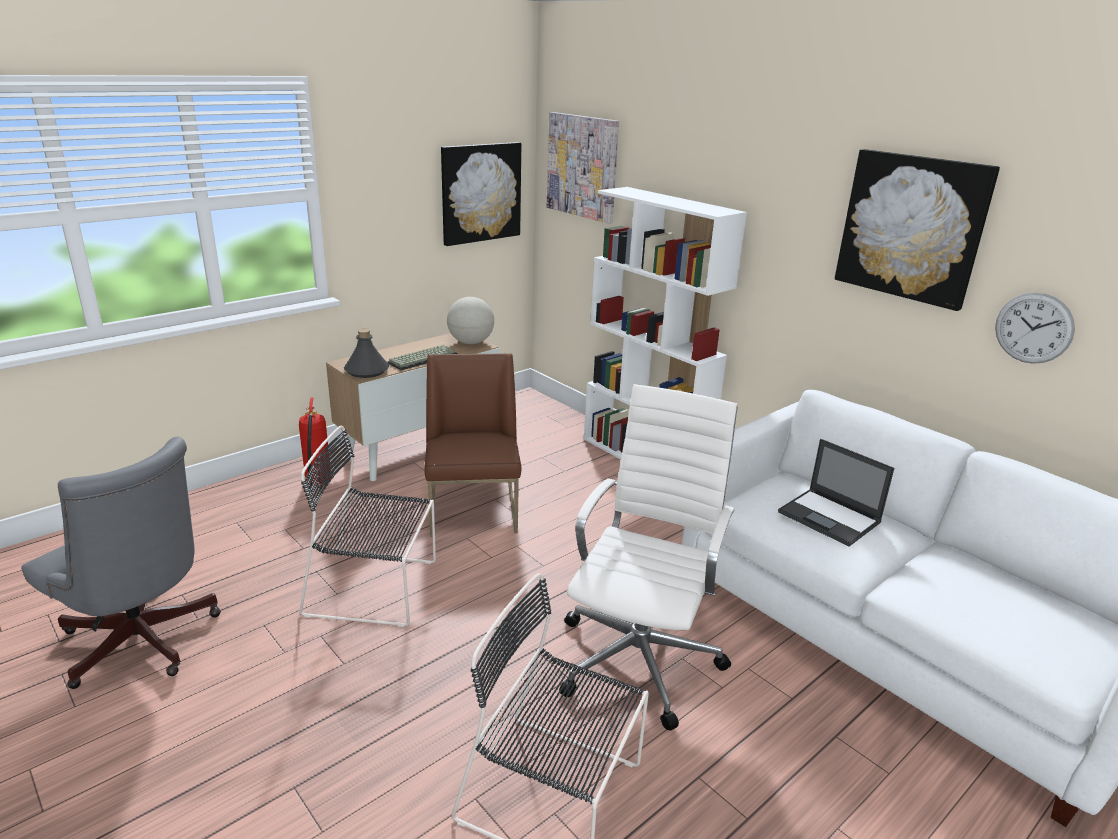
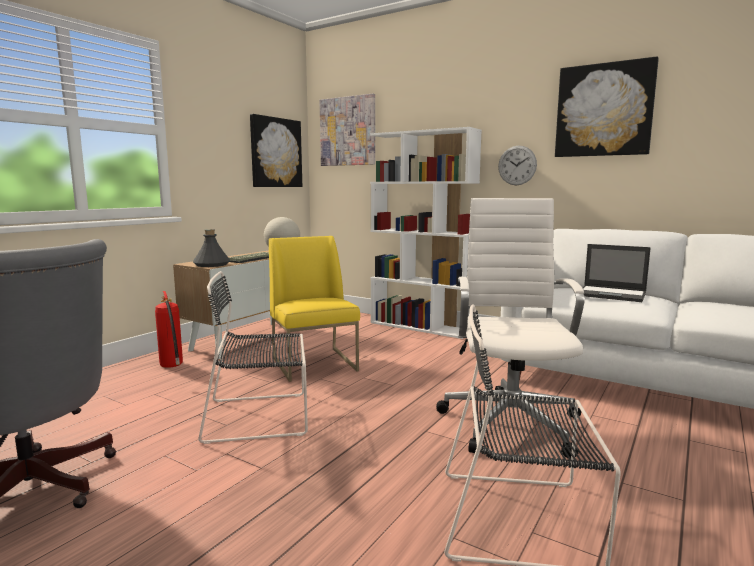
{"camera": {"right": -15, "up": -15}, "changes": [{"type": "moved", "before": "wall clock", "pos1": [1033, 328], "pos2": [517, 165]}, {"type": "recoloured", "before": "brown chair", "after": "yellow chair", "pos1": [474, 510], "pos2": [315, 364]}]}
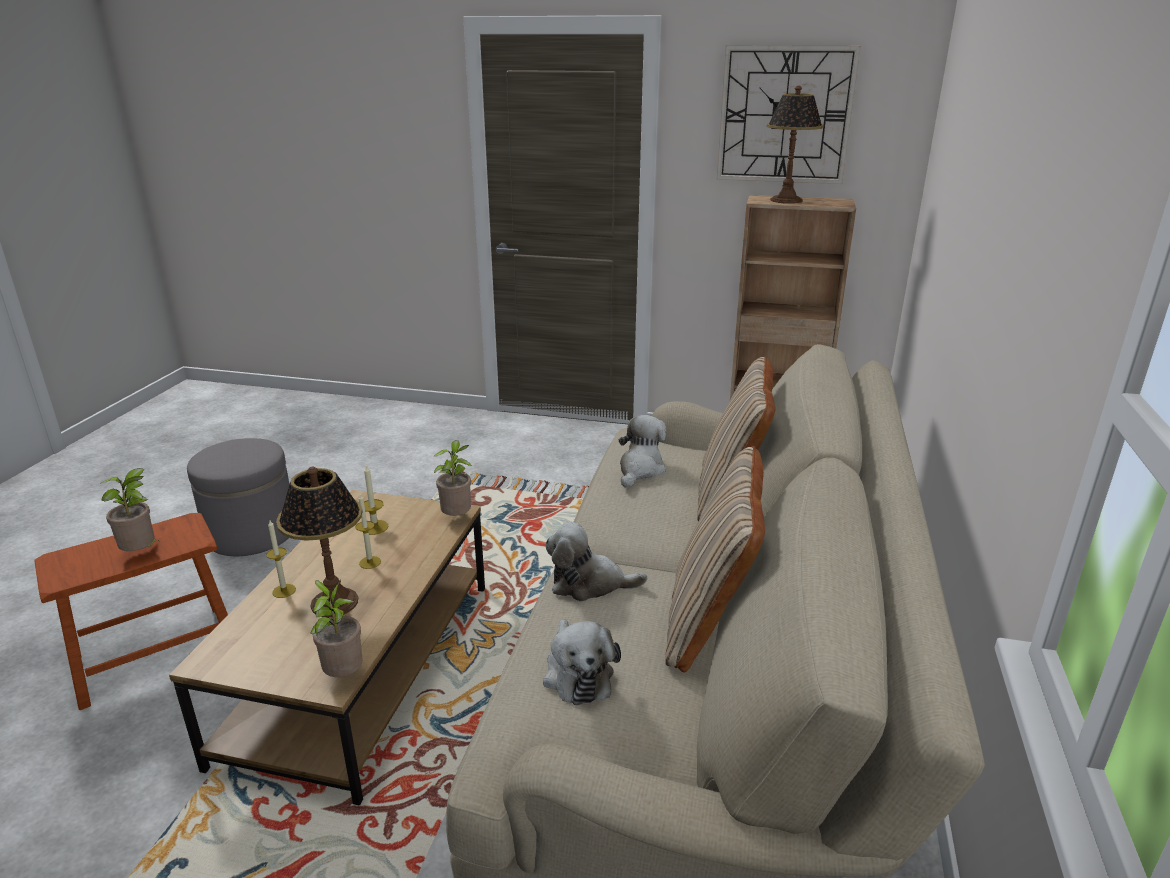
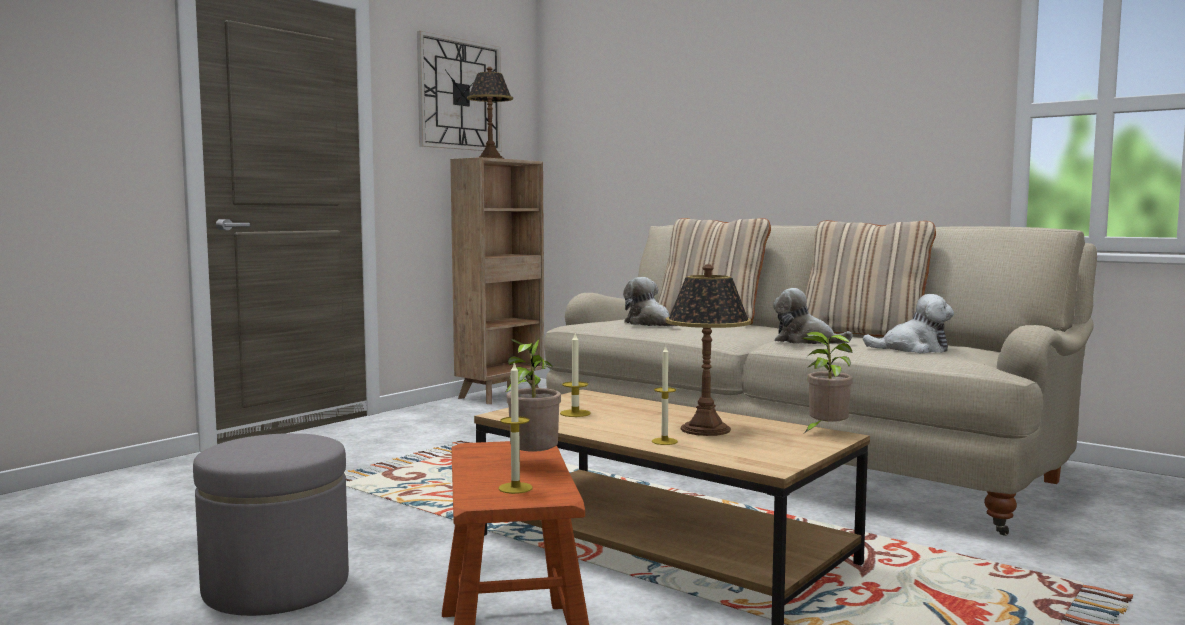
{"camera": {"right": -65, "up": -20}, "changes": [{"type": "removed", "before": "potted plant", "pos1": [457, 517]}, {"type": "moved", "before": "candle", "pos1": [370, 562], "pos2": [515, 488]}, {"type": "turned", "before": "plush toy", "pos1": [589, 584], "pos2": [805, 341], "turn": 90}]}
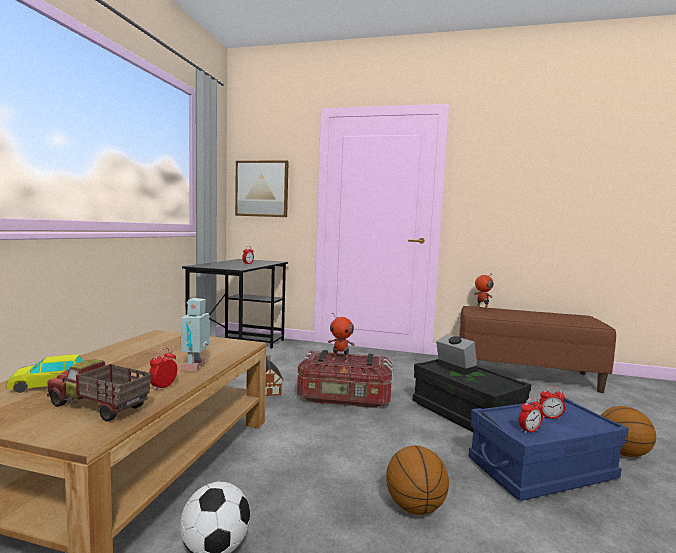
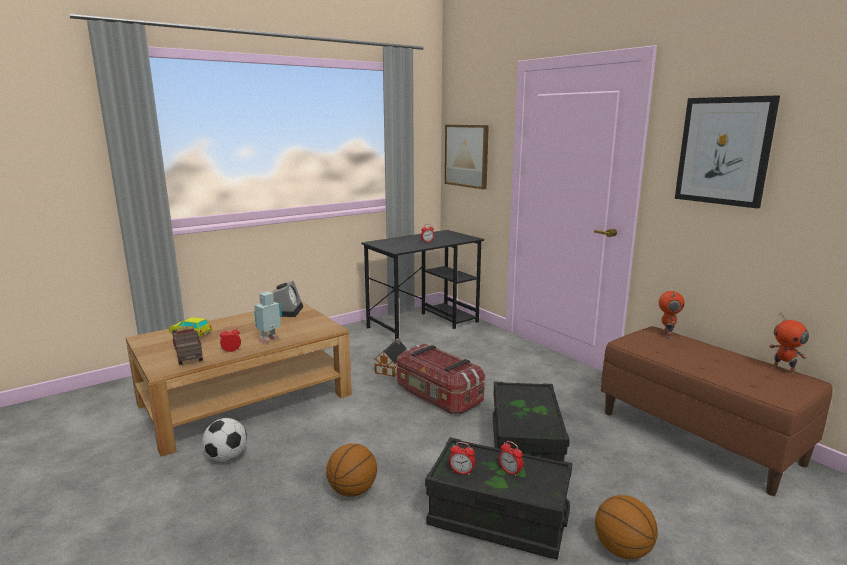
{"camera": {"right": 40, "up": 10}, "changes": [{"type": "moved", "before": "toy robot", "pos1": [340, 360], "pos2": [783, 371]}, {"type": "moved", "before": "alarm clock", "pos1": [454, 368], "pos2": [288, 311]}, {"type": "recoloured", "before": "blue storage box", "after": "black storage box", "pos1": [541, 470], "pos2": [498, 518]}, {"type": "added", "after": "picture", "pos2": [724, 151]}]}
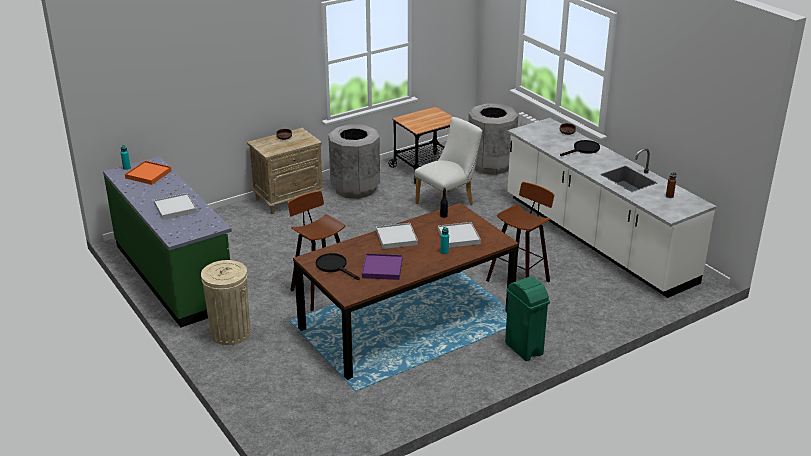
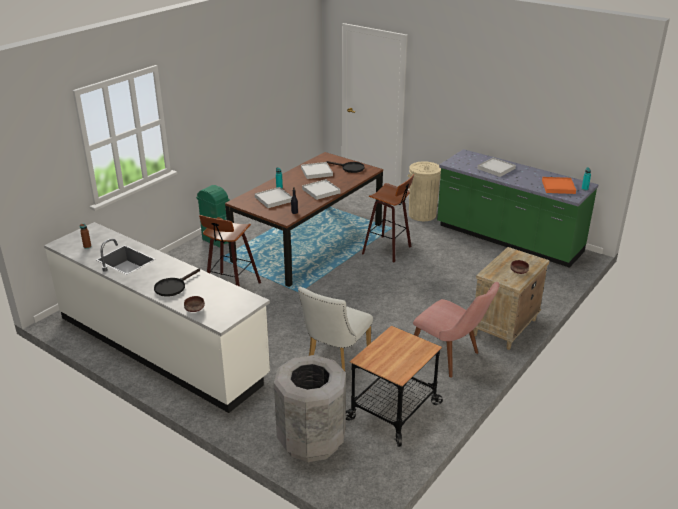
{"camera": {"right": 160, "up": 0}, "changes": [{"type": "replaced", "before": "grey trash can", "after": "pink chair", "pos1": [355, 188], "pos2": [451, 358]}, {"type": "recoloured", "before": "purple tray", "after": "white tray", "pos1": [382, 269], "pos2": [316, 172]}]}
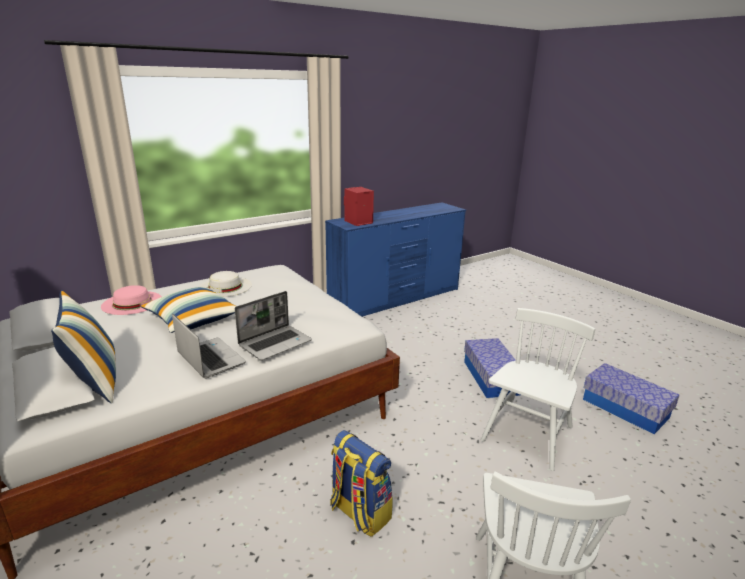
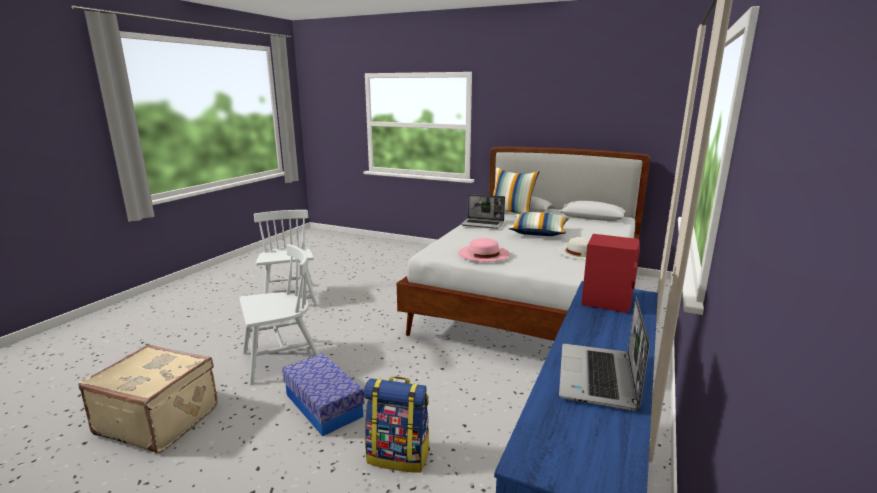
{"camera": {"right": 150, "up": -5}, "changes": [{"type": "moved", "before": "pink hat", "pos1": [132, 302], "pos2": [483, 253]}, {"type": "moved", "before": "laptop", "pos1": [275, 343], "pos2": [598, 378]}, {"type": "turned", "before": "white chair", "pos1": [528, 434], "pos2": [282, 360], "turn": -120}, {"type": "replaced", "before": "storage box", "after": "beige suitcase", "pos1": [625, 408], "pos2": [159, 419]}, {"type": "moved", "before": "backpack", "pos1": [359, 512], "pos2": [399, 456]}]}
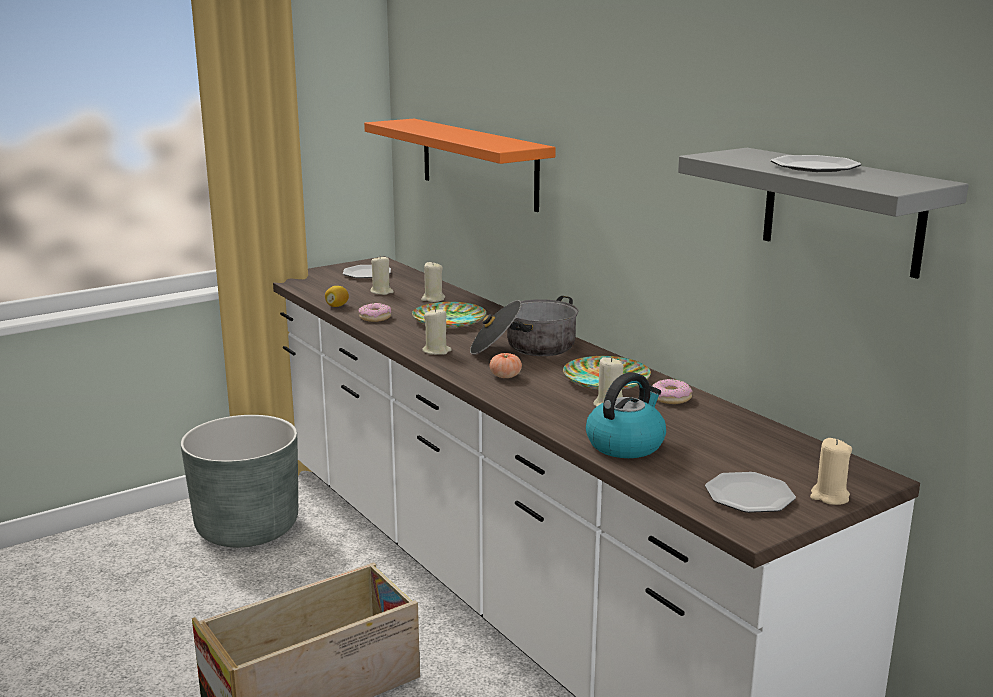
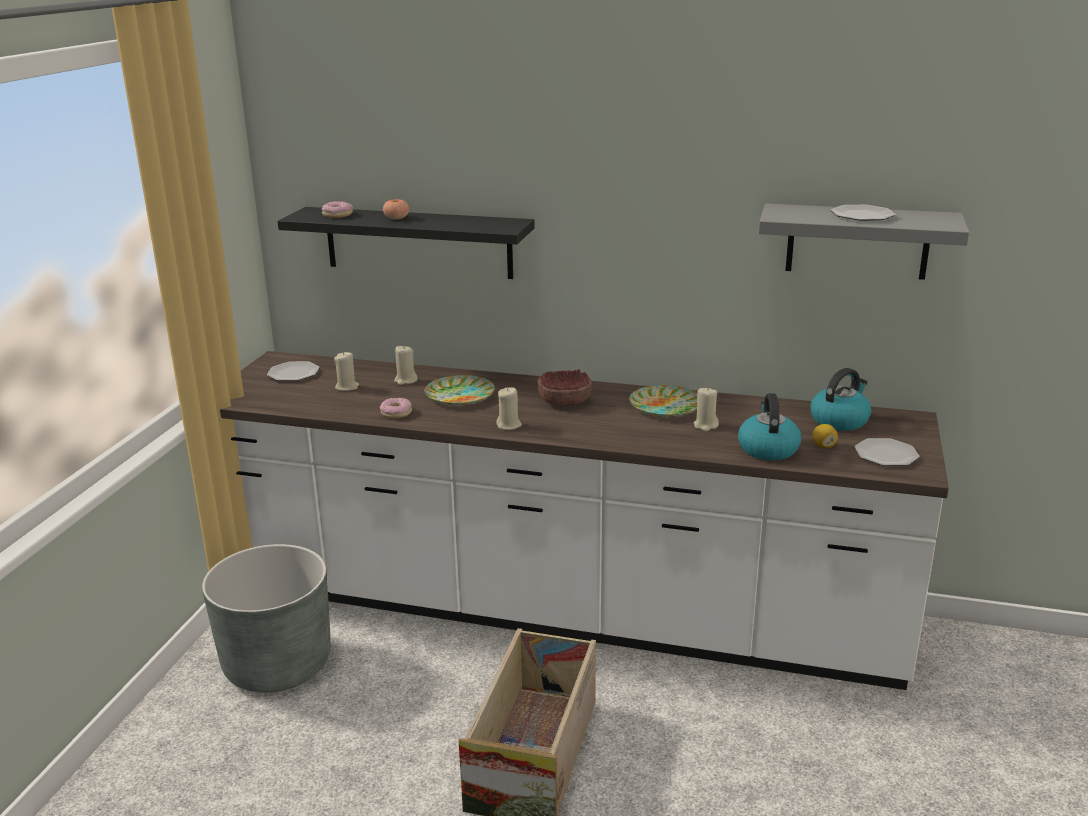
{"camera": {"right": -40, "up": 5}, "changes": [{"type": "recoloured", "before": "orange shelf", "after": "black shelf", "pos1": [478, 163], "pos2": [418, 242]}, {"type": "moved", "before": "lemon", "pos1": [337, 306], "pos2": [823, 446]}, {"type": "replaced", "before": "cooking pot", "after": "bowl", "pos1": [524, 348], "pos2": [565, 401]}, {"type": "moved", "before": "tomato", "pos1": [505, 376], "pos2": [396, 218]}, {"type": "moved", "before": "donut", "pos1": [671, 398], "pos2": [337, 214]}, {"type": "removed", "before": "beige candle", "pos1": [829, 497]}, {"type": "added", "after": "kettle", "pos2": [839, 420]}]}
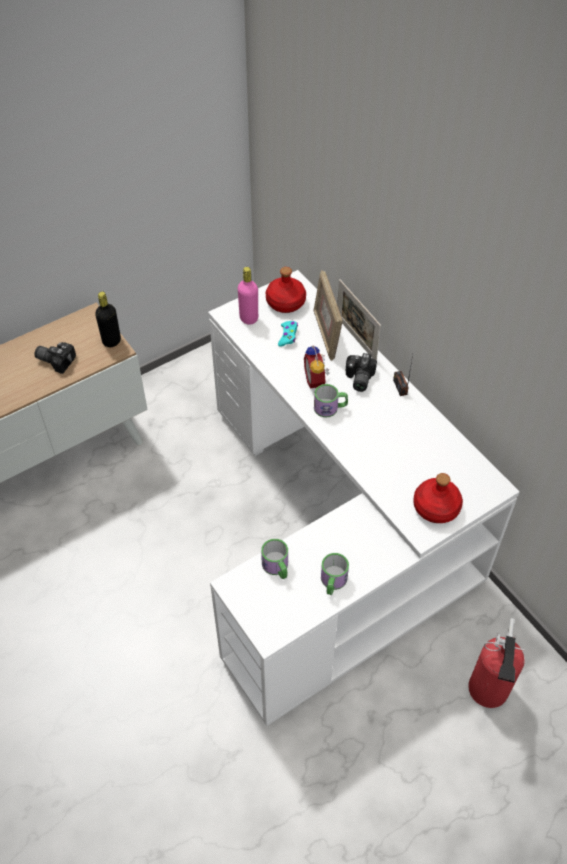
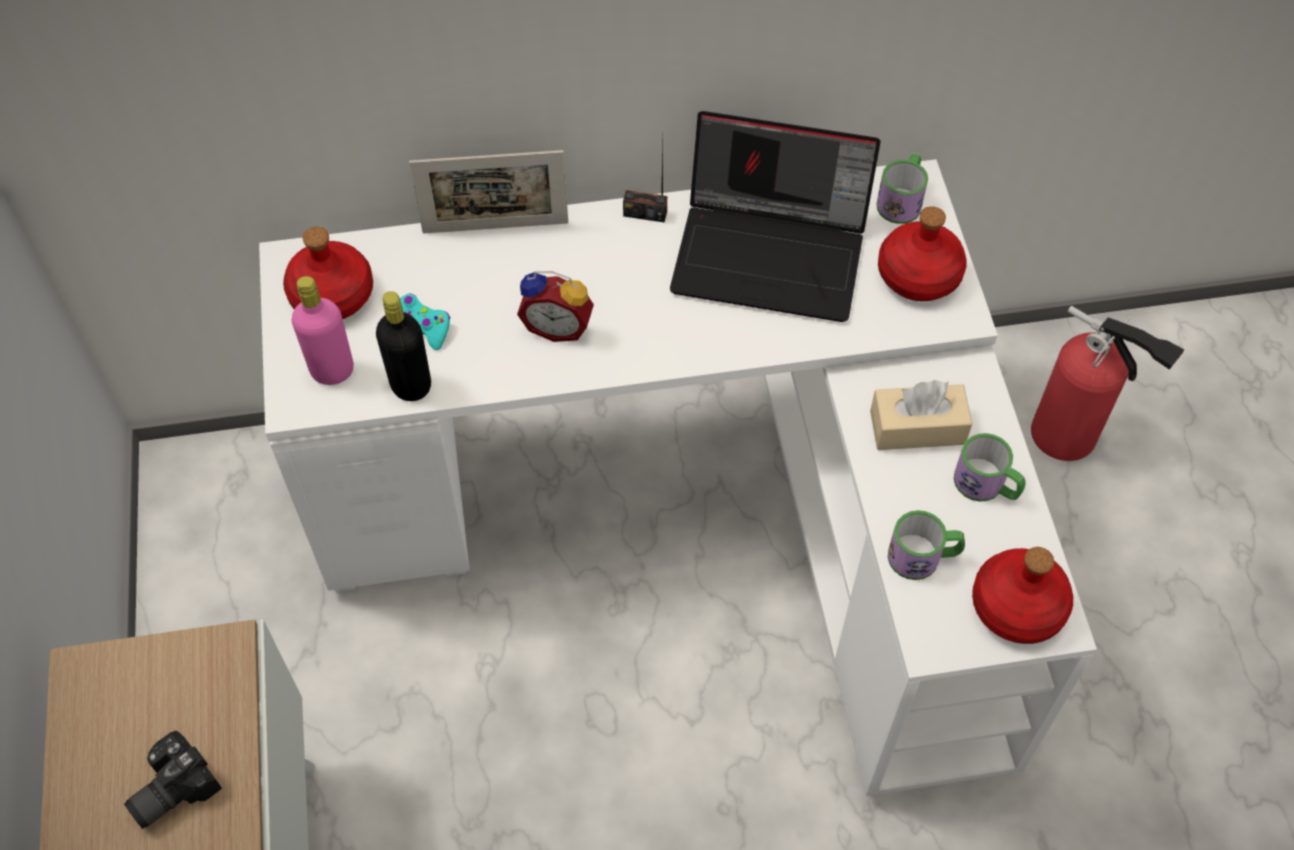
{"camera": {"right": -65, "up": 5}, "changes": [{"type": "removed", "before": "picture frame", "pos1": [326, 335]}, {"type": "moved", "before": "black bottle", "pos1": [111, 341], "pos2": [411, 385]}, {"type": "removed", "before": "photo camera", "pos1": [358, 379]}, {"type": "moved", "before": "mug", "pos1": [330, 408], "pos2": [902, 200]}, {"type": "added", "after": "laptop", "pos2": [772, 253]}, {"type": "added", "after": "beige tissue box", "pos2": [917, 427]}, {"type": "added", "after": "red bottle", "pos2": [1016, 605]}]}
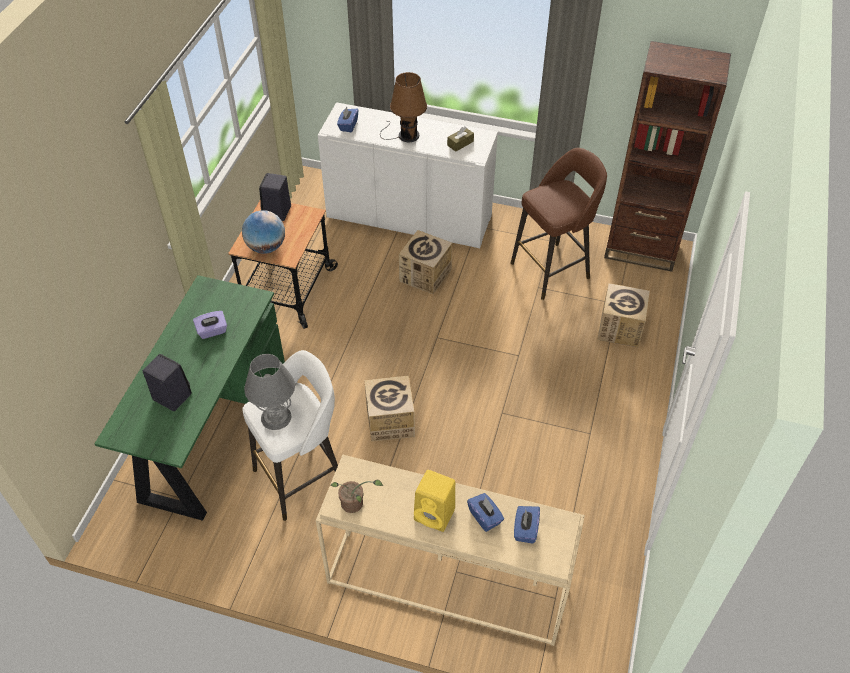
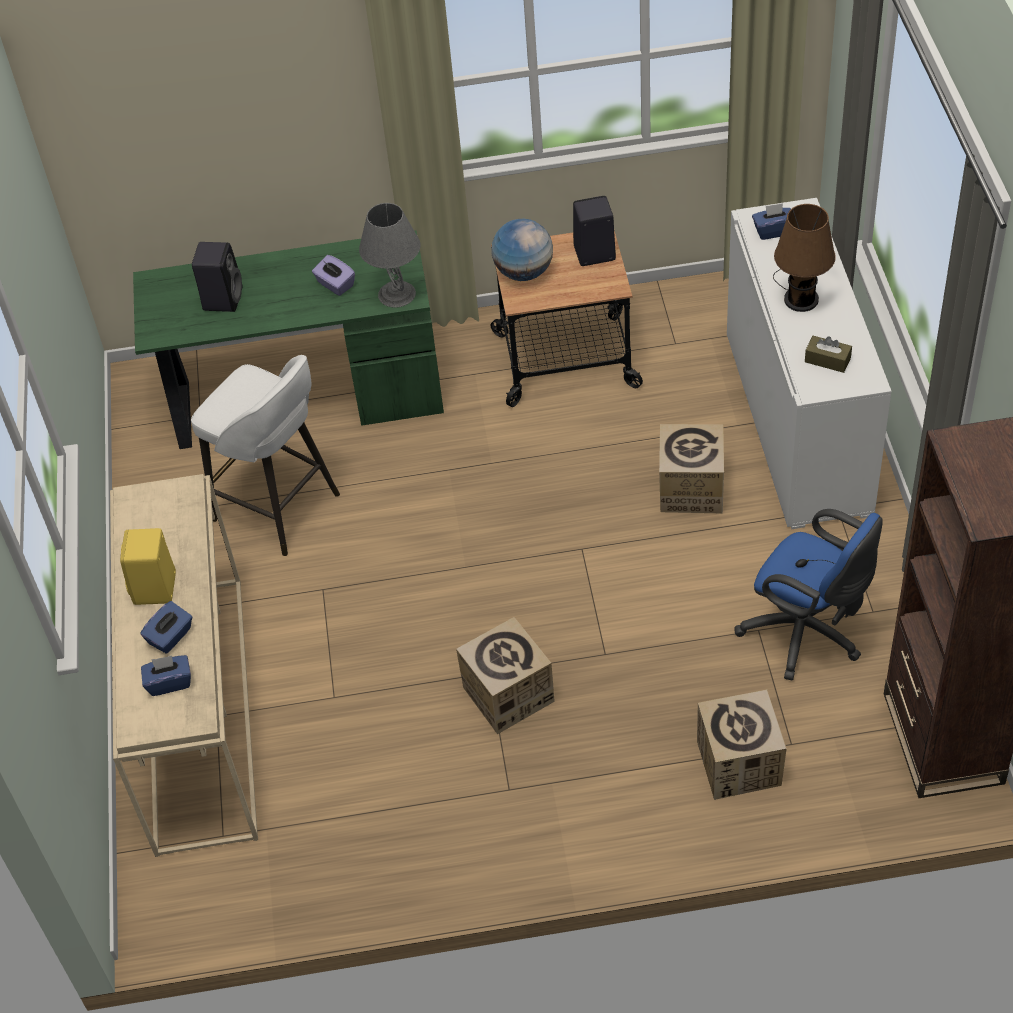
{"camera": {"right": 70, "up": 0}, "changes": [{"type": "replaced", "before": "brown stool", "after": "blue office chair", "pos1": [552, 270], "pos2": [807, 634]}, {"type": "moved", "before": "grey table lamp", "pos1": [275, 417], "pos2": [396, 294]}, {"type": "moved", "before": "cardboard box", "pos1": [390, 421], "pos2": [508, 694]}, {"type": "removed", "before": "potted plant", "pos1": [355, 504]}]}
